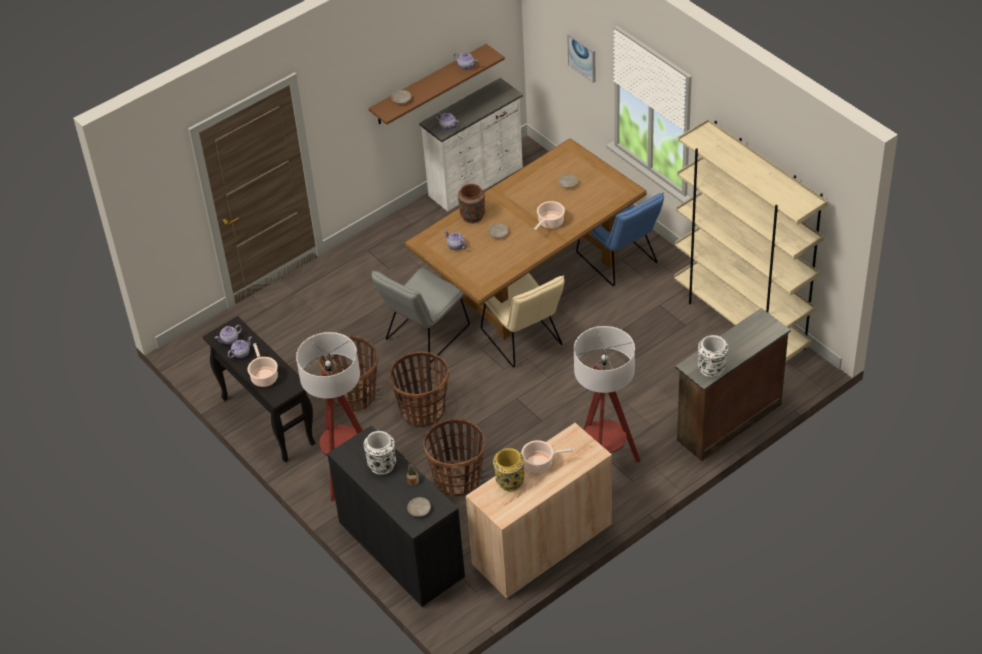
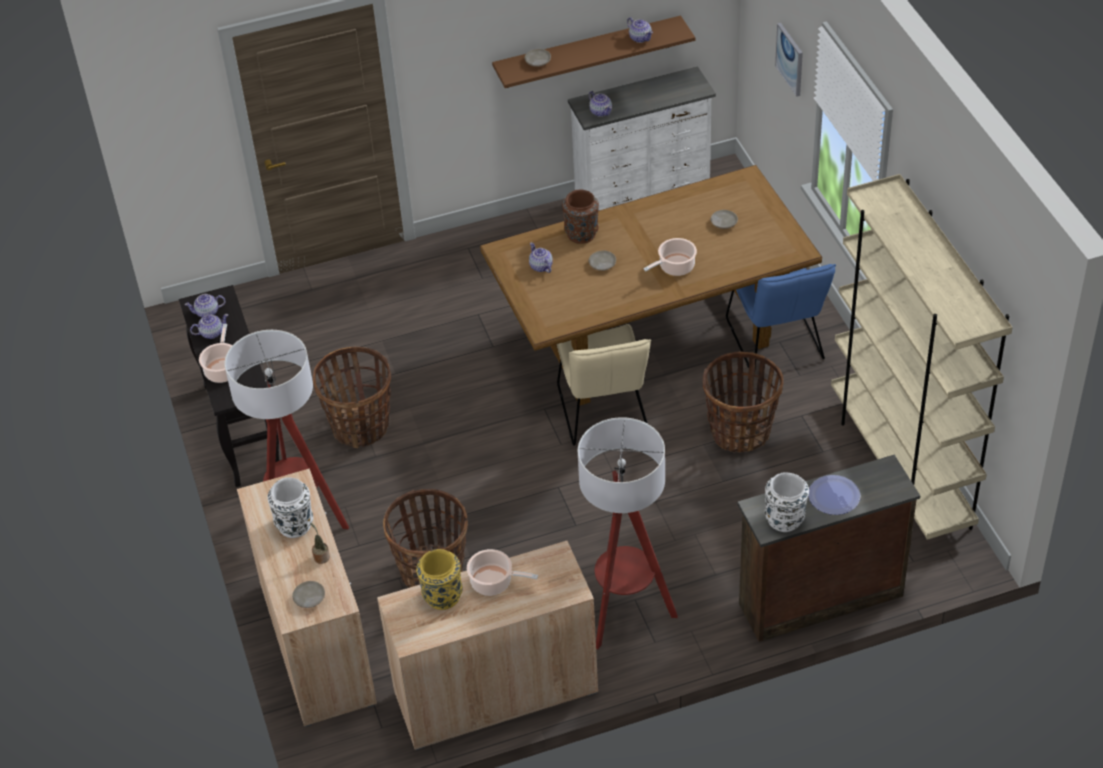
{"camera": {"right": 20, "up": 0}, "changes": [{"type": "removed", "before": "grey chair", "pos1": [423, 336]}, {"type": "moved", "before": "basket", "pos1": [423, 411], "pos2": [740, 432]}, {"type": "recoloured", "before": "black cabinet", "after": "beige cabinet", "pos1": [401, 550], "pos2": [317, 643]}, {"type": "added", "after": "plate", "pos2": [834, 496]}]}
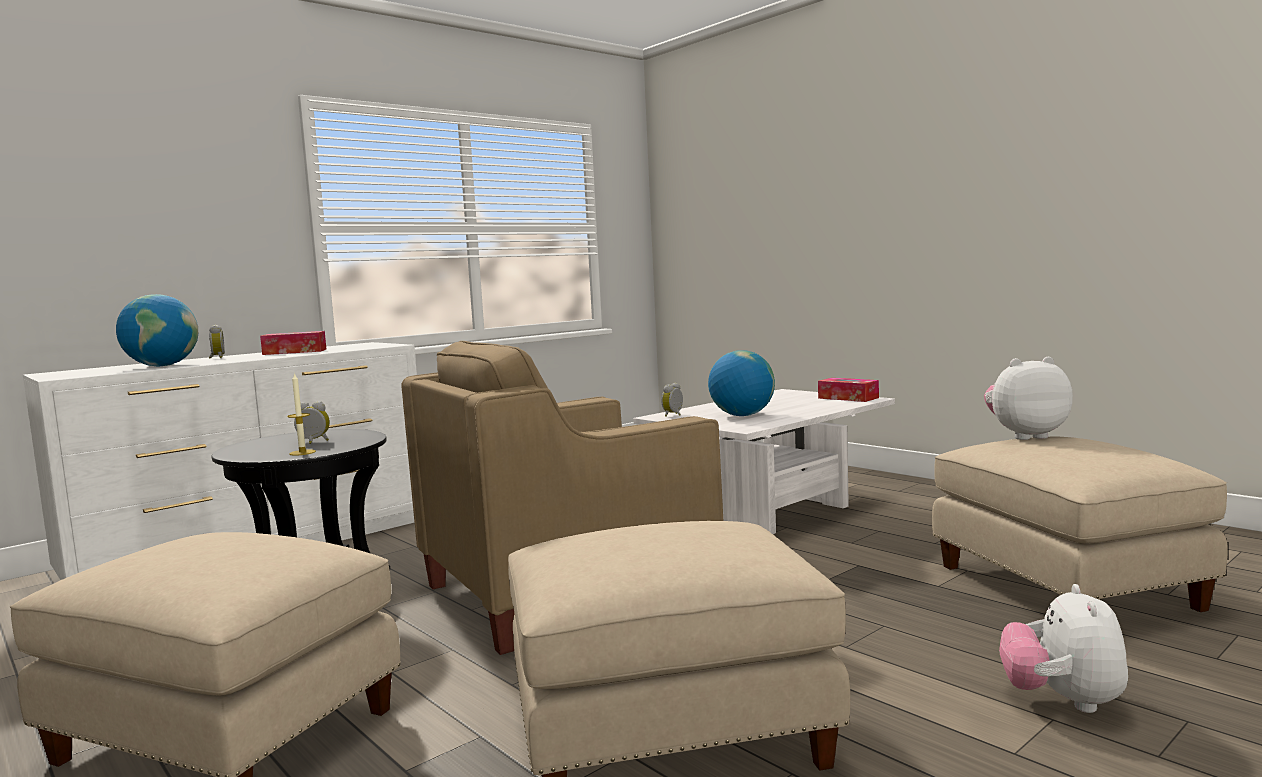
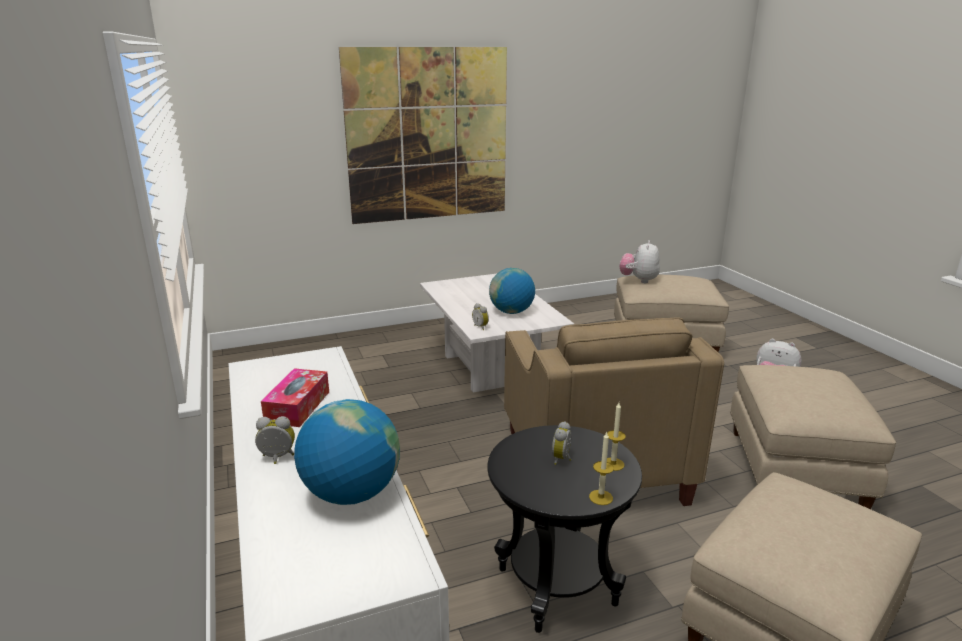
{"camera": {"right": -70, "up": 15}, "changes": [{"type": "removed", "before": "tissue box", "pos1": [848, 398]}, {"type": "added", "after": "picture", "pos2": [428, 135]}, {"type": "added", "after": "candle", "pos2": [601, 497]}]}
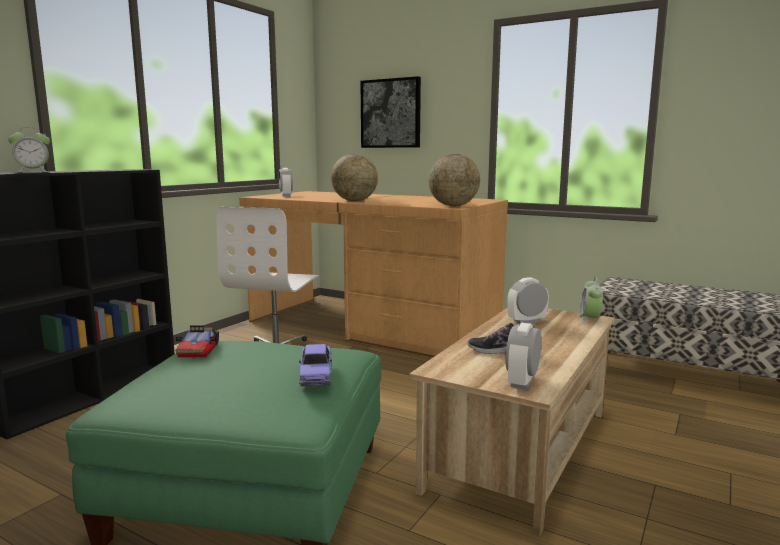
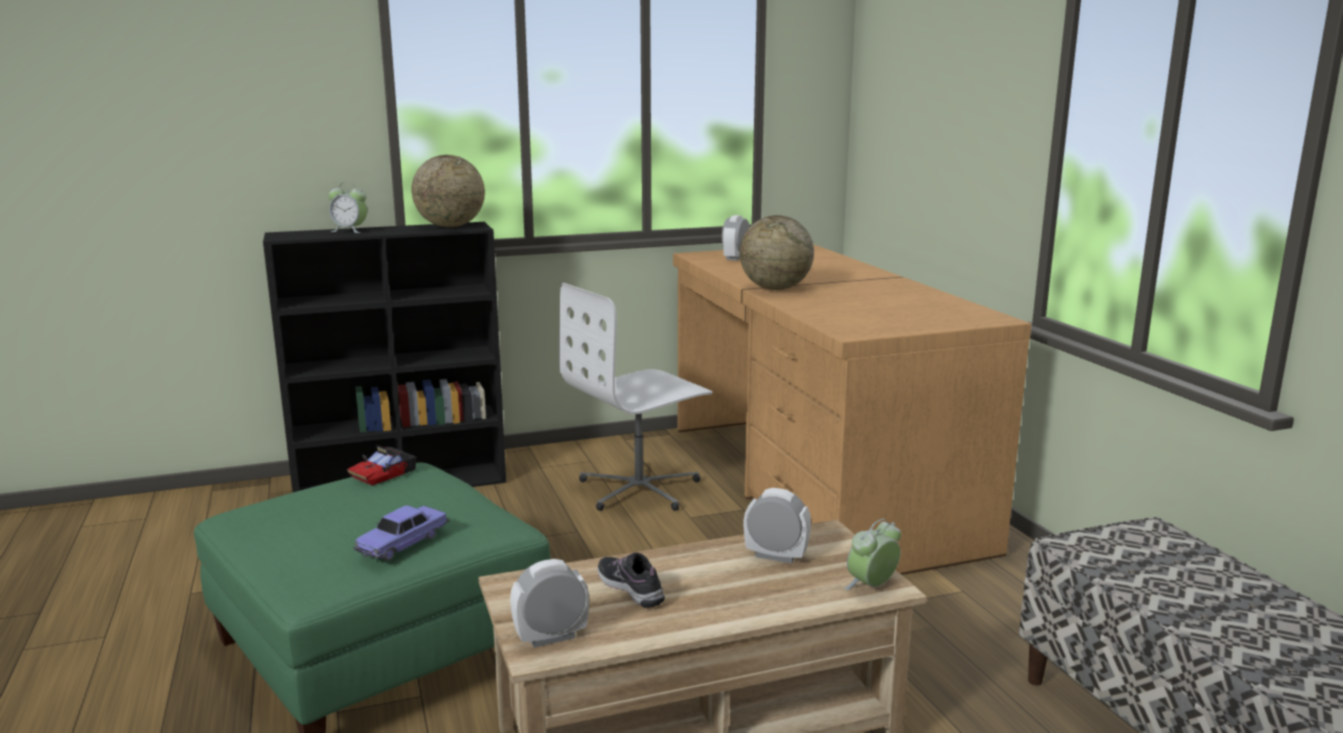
{"camera": {"right": 40, "up": 5}, "changes": [{"type": "removed", "before": "picture", "pos1": [391, 113]}, {"type": "moved", "before": "globe", "pos1": [453, 205], "pos2": [450, 226]}]}
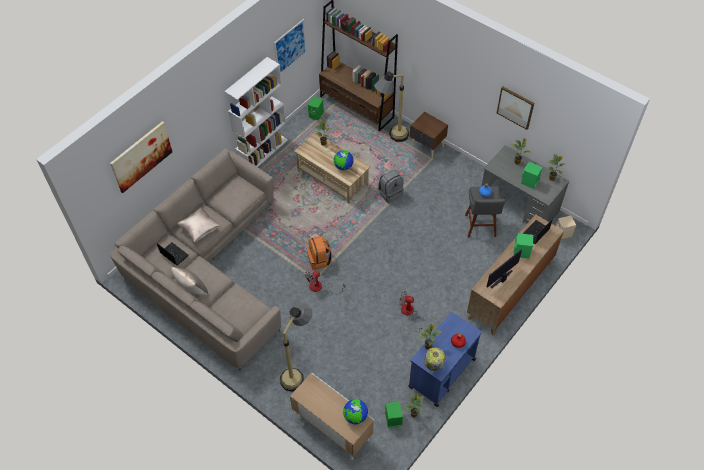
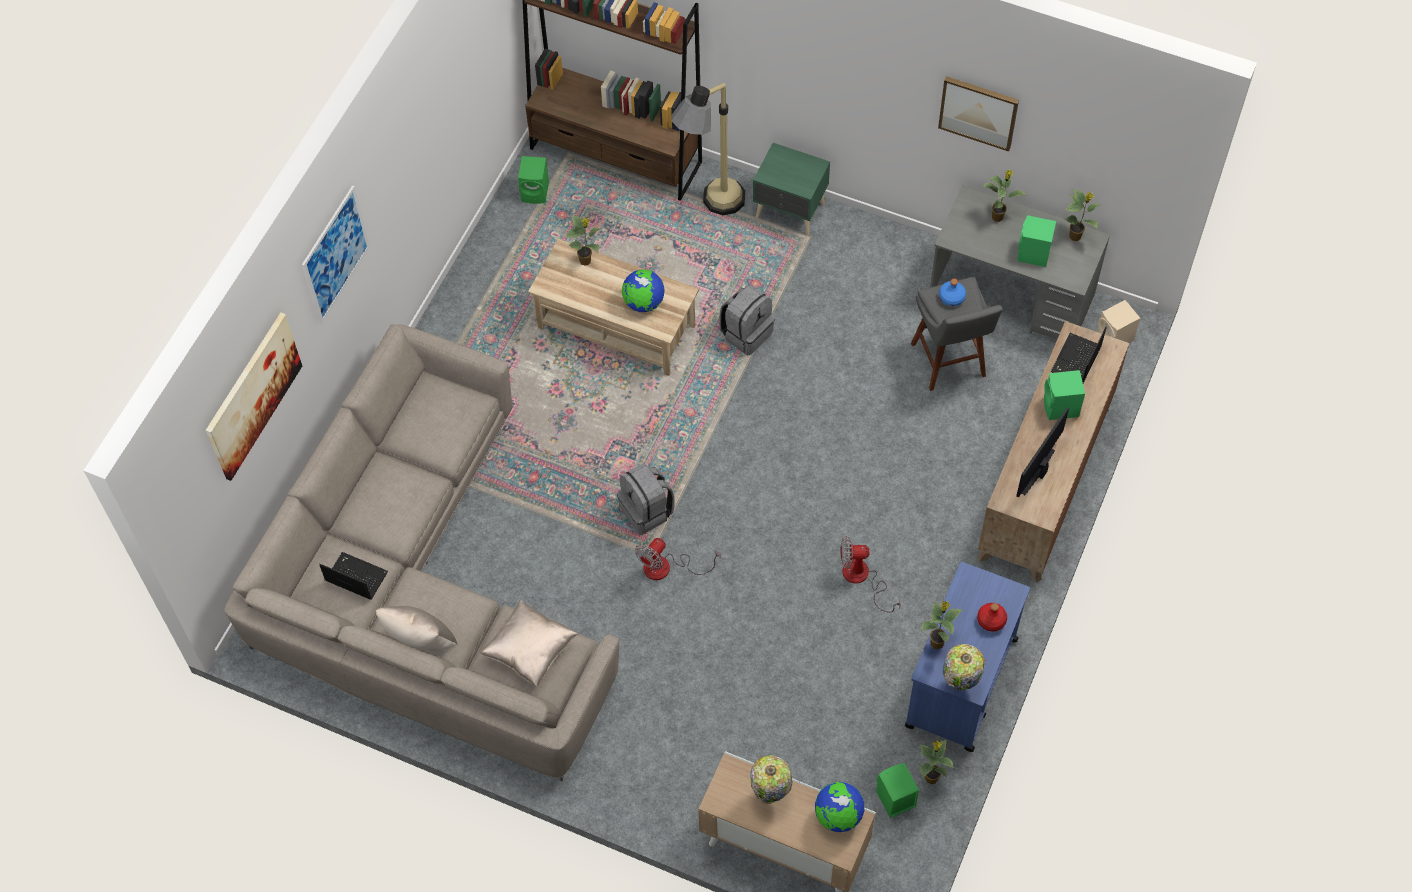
{"camera": {"right": -15, "up": 5}, "changes": [{"type": "moved", "before": "picture", "pos1": [290, 47], "pos2": [335, 254]}, {"type": "removed", "before": "white bookcase", "pos1": [263, 152]}, {"type": "recoloured", "before": "brown nightstand", "after": "green nightstand", "pos1": [427, 146], "pos2": [790, 212]}, {"type": "moved", "before": "beige pillow", "pos1": [199, 230], "pos2": [530, 651]}, {"type": "recoloured", "before": "orange backpack", "after": "grey backpack", "pos1": [319, 260], "pos2": [647, 511]}, {"type": "removed", "before": "floor lamp", "pos1": [298, 371]}, {"type": "added", "after": "table lamp", "pos2": [770, 795]}]}
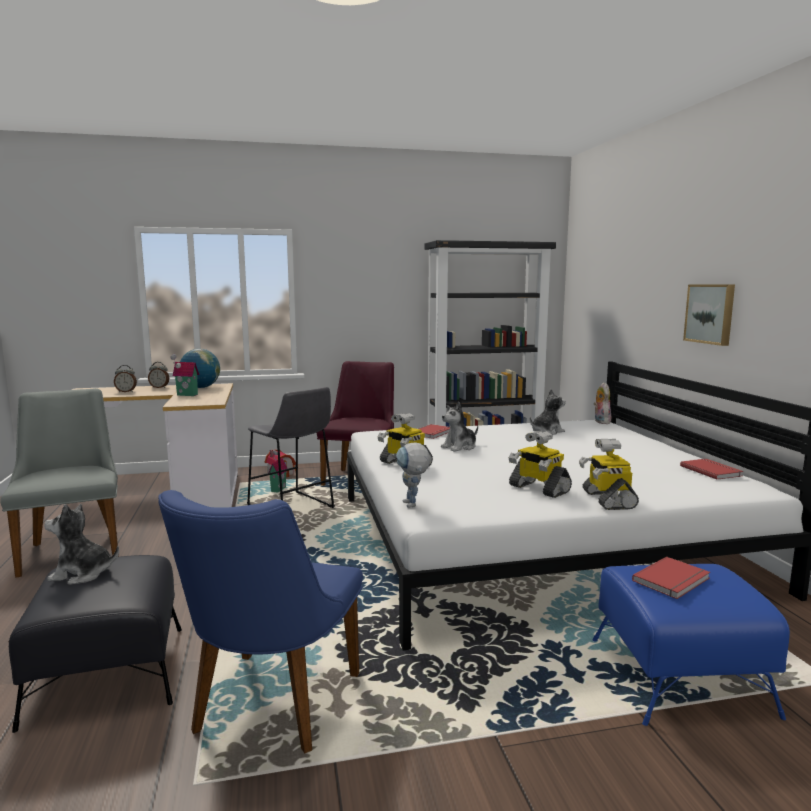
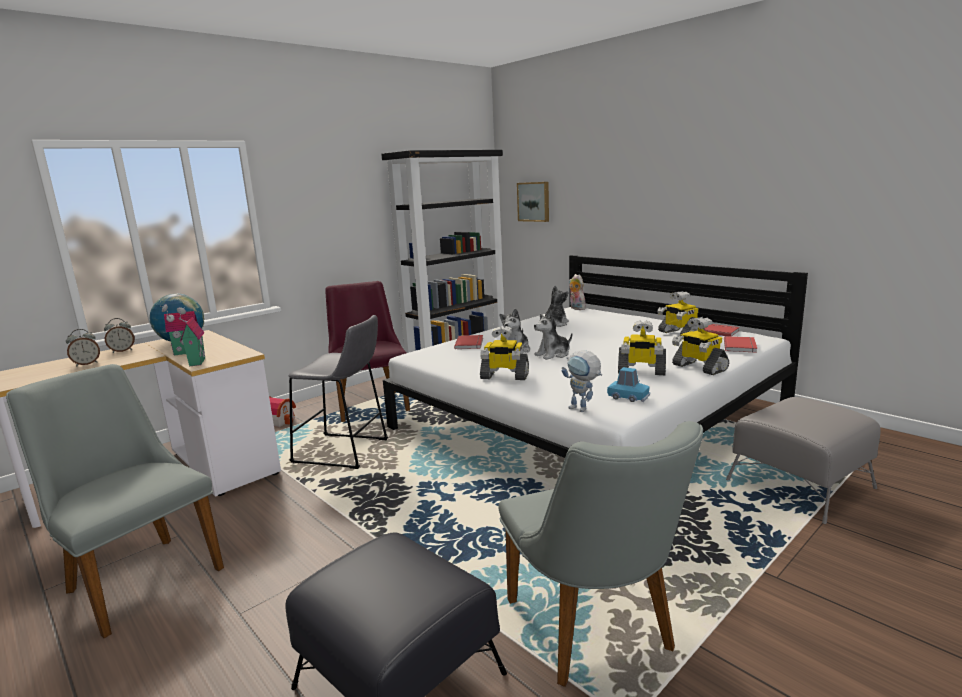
{"camera": {"right": -30, "up": 5}, "changes": [{"type": "moved", "before": "picture", "pos1": [710, 313], "pos2": [534, 201]}, {"type": "moved", "before": "toy house", "pos1": [277, 490], "pos2": [195, 362]}, {"type": "recoloured", "before": "blue chair", "after": "grey chair", "pos1": [269, 711], "pos2": [596, 635]}, {"type": "moved", "before": "plush toy", "pos1": [82, 574], "pos2": [553, 354]}, {"type": "moved", "before": "red book", "pos1": [673, 580], "pos2": [741, 346]}, {"type": "recoloured", "before": "blue ottoman", "after": "grey ottoman", "pos1": [680, 676], "pos2": [800, 484]}, {"type": "added", "after": "toy robot", "pos2": [679, 334]}, {"type": "added", "after": "blue toy car", "pos2": [628, 397]}]}
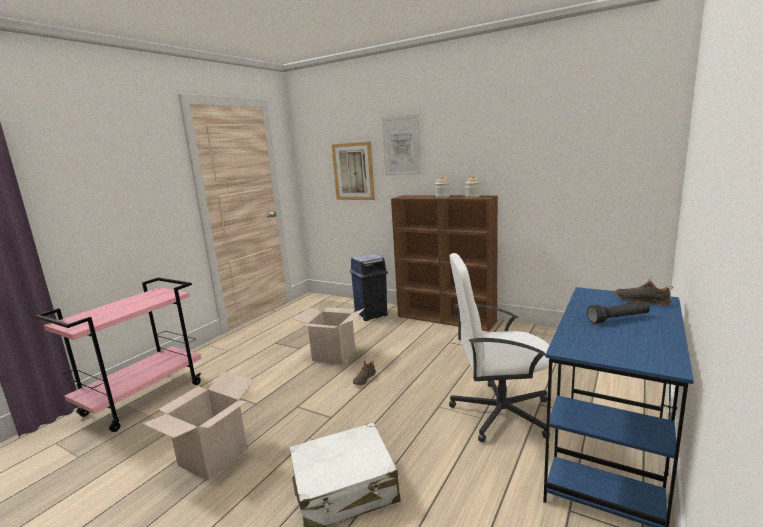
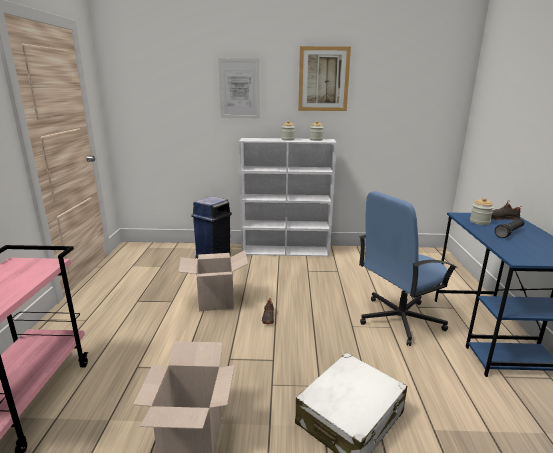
{"camera": {"right": -30, "up": 5}, "changes": [{"type": "moved", "before": "picture", "pos1": [353, 171], "pos2": [323, 79]}, {"type": "recoloured", "before": "brown bookcase", "after": "white bookcase", "pos1": [447, 319], "pos2": [286, 250]}, {"type": "recoloured", "before": "white office chair", "after": "blue office chair", "pos1": [499, 412], "pos2": [399, 320]}, {"type": "added", "after": "jar", "pos2": [479, 222]}]}
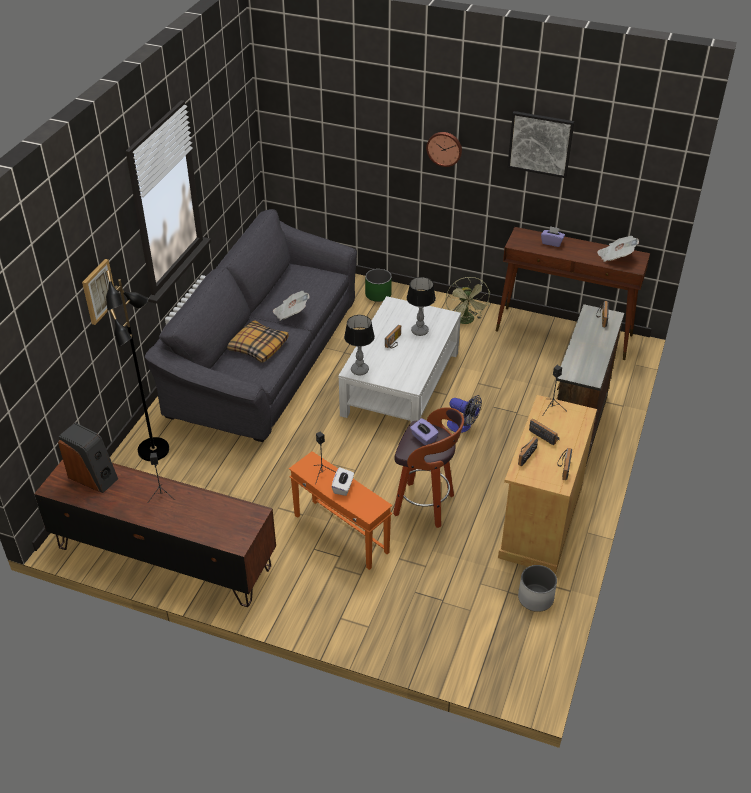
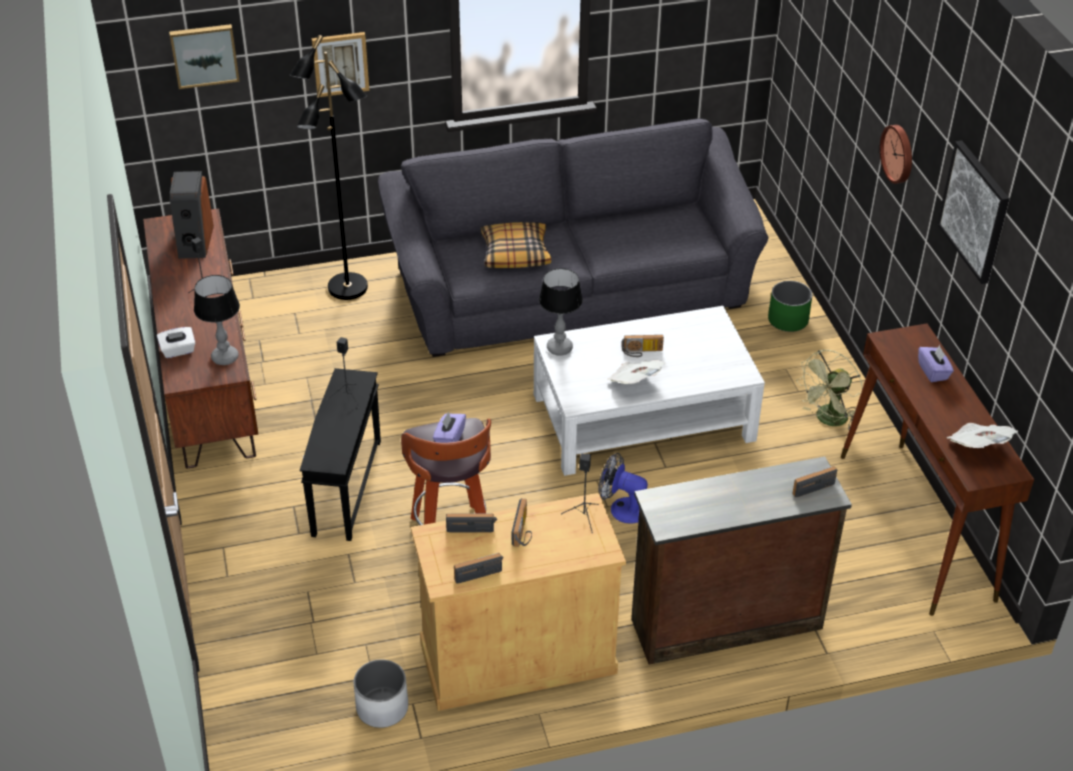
{"camera": {"right": 55, "up": 0}, "changes": [{"type": "moved", "before": "table lamp", "pos1": [419, 331], "pos2": [224, 357]}, {"type": "moved", "before": "newspaper", "pos1": [291, 313], "pos2": [635, 382]}, {"type": "turned", "before": "fan", "pos1": [463, 426], "pos2": [622, 508], "turn": 120}, {"type": "recoloured", "before": "orange side table", "after": "black side table", "pos1": [340, 534], "pos2": [345, 487]}, {"type": "moved", "before": "white tissue box", "pos1": [343, 487], "pos2": [178, 351]}, {"type": "added", "after": "picture", "pos2": [204, 55]}]}
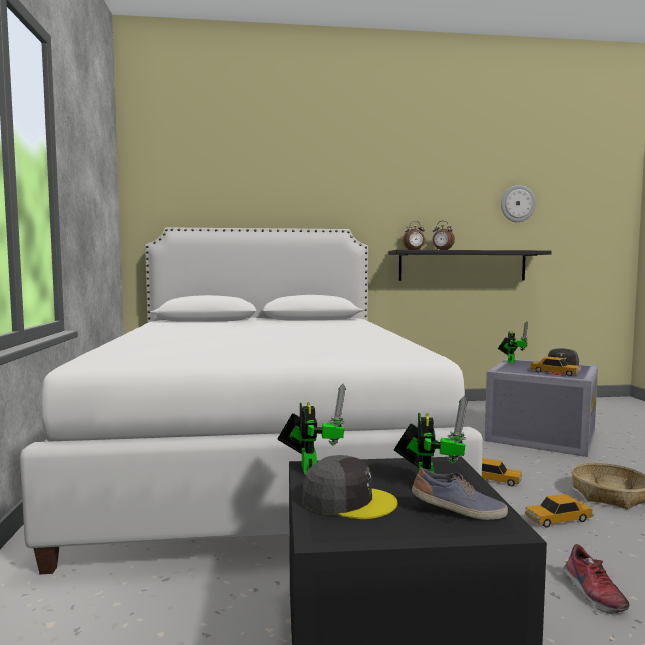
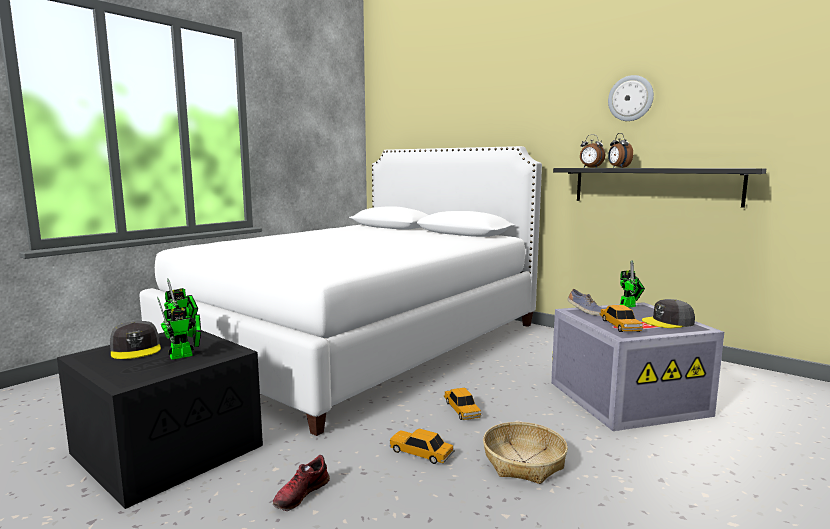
{"camera": {"right": 45, "up": 5}, "changes": [{"type": "moved", "before": "wall clock", "pos1": [517, 203], "pos2": [630, 98]}, {"type": "moved", "before": "shoe", "pos1": [459, 511], "pos2": [585, 311]}]}
